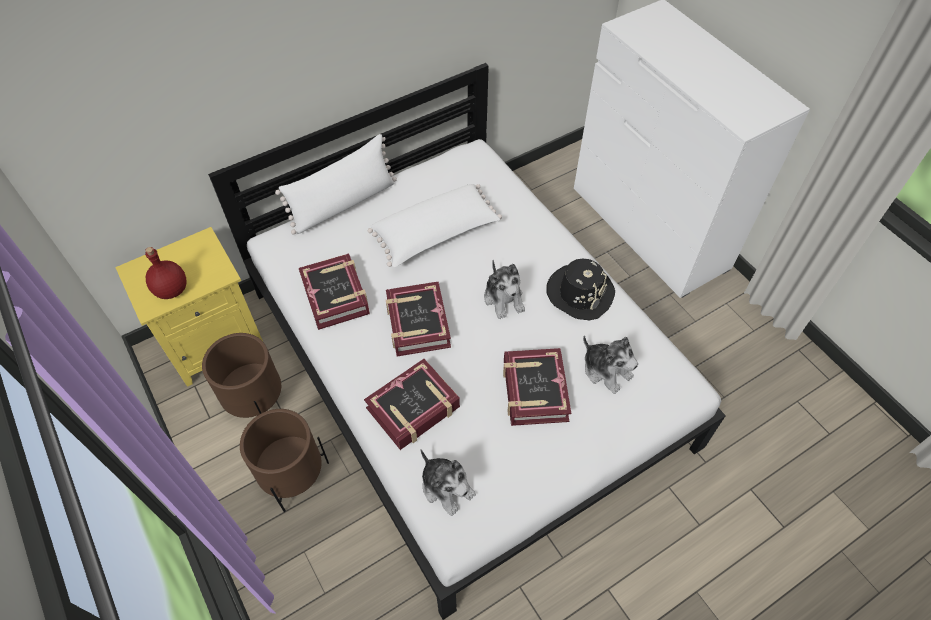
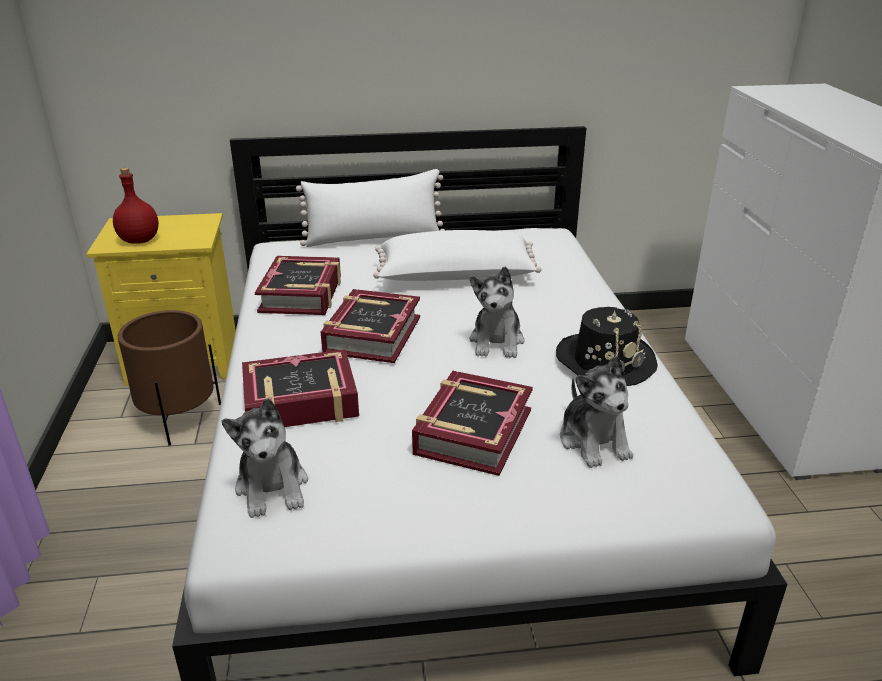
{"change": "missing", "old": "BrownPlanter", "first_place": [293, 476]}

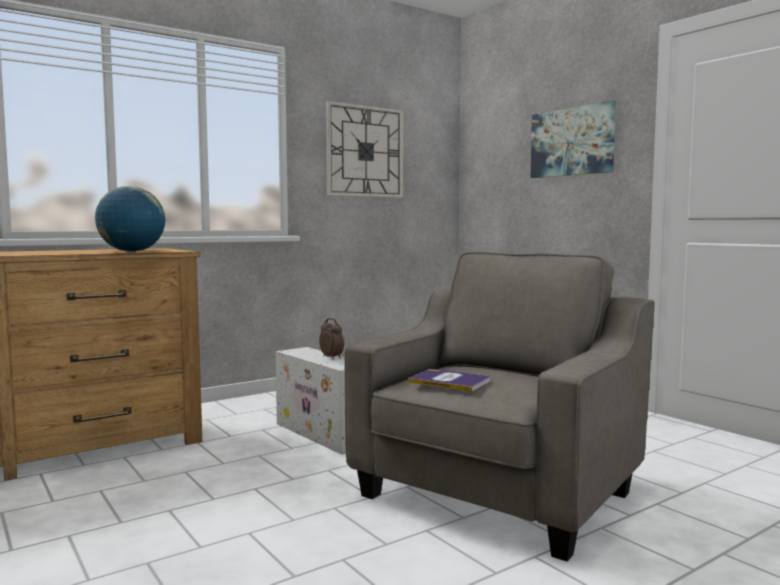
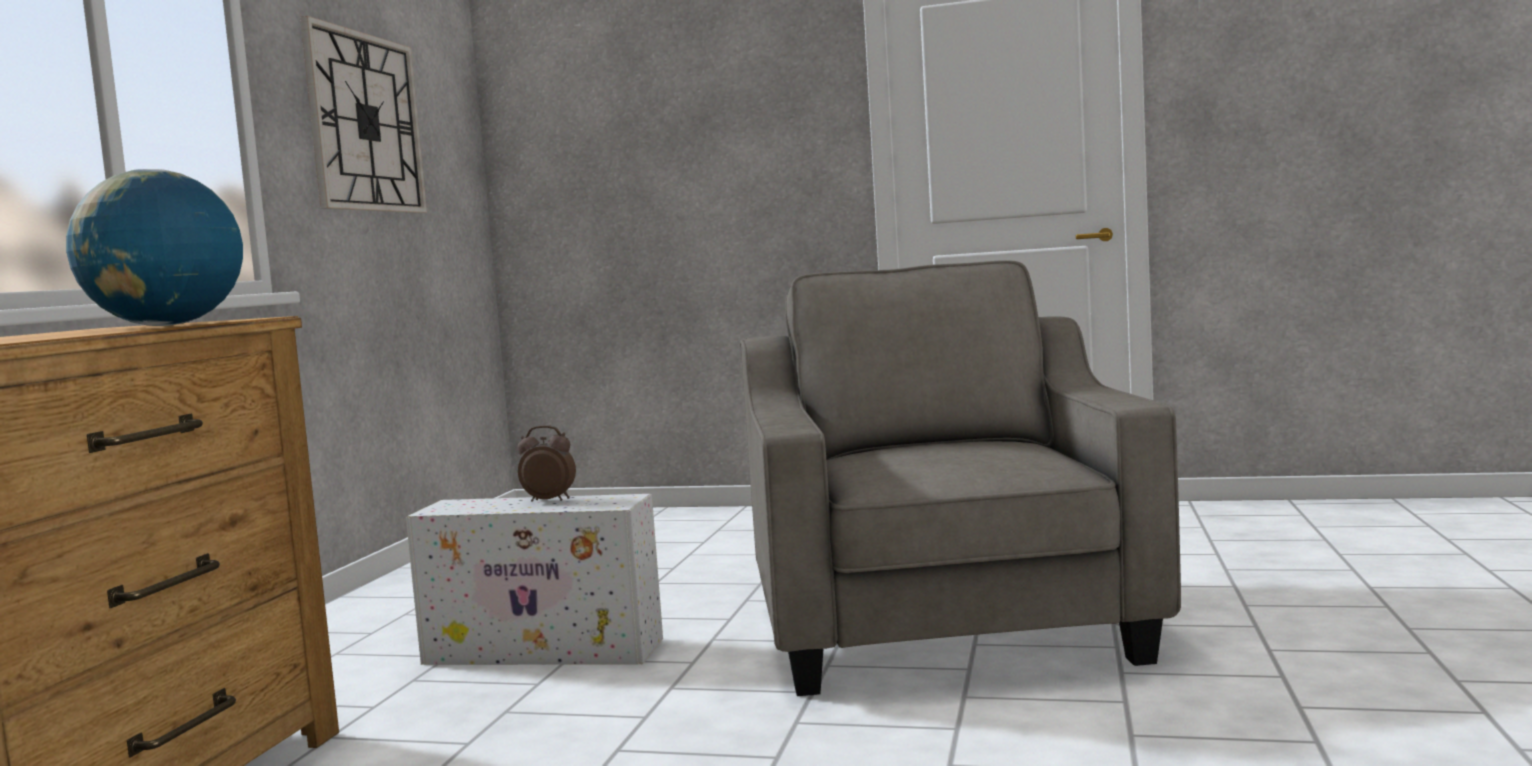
{"change": "missing", "old": "Book", "first_place": [450, 381]}
{"change": "missing", "old": "Picture", "first_place": [572, 142]}

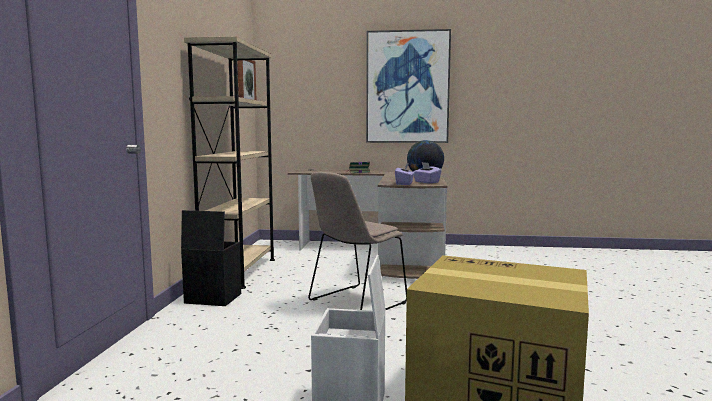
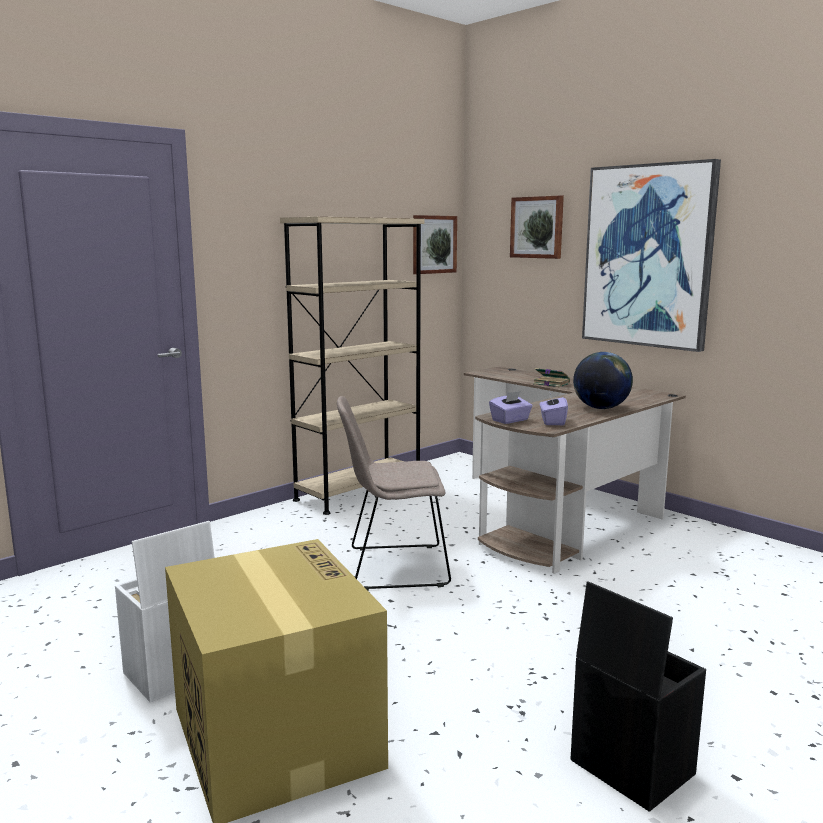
{"change": "appeared", "new": "Picture", "second_place": [537, 227]}
{"change": "relocated", "old": "BlackStorageBox", "first_place": [212, 298], "second_place": [629, 766]}

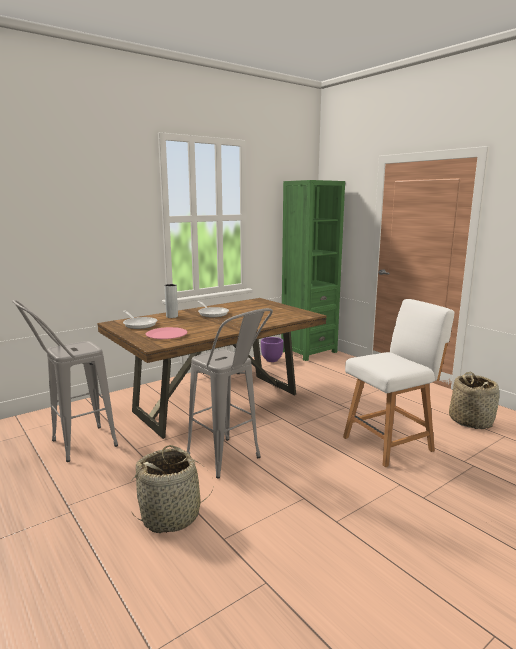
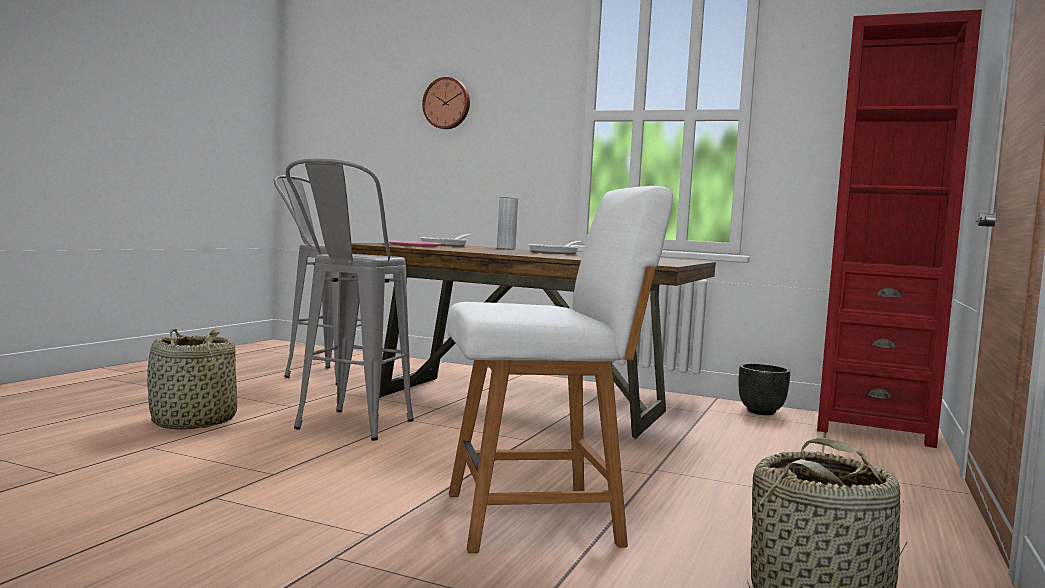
{"change": "appeared", "new": "WallClock", "second_place": [447, 103]}
{"change": "colour", "old": "PurplePlanter", "new": "BlackPlanter", "first_place": [272, 360], "second_place": [761, 412]}
{"change": "colour", "old": "GreenBookcase", "new": "RedBookcase", "first_place": [308, 351], "second_place": [873, 429]}
{"change": "spun", "old": "WhiteChair", "first_place": [390, 443], "second_place": [539, 518], "degrees": -45}

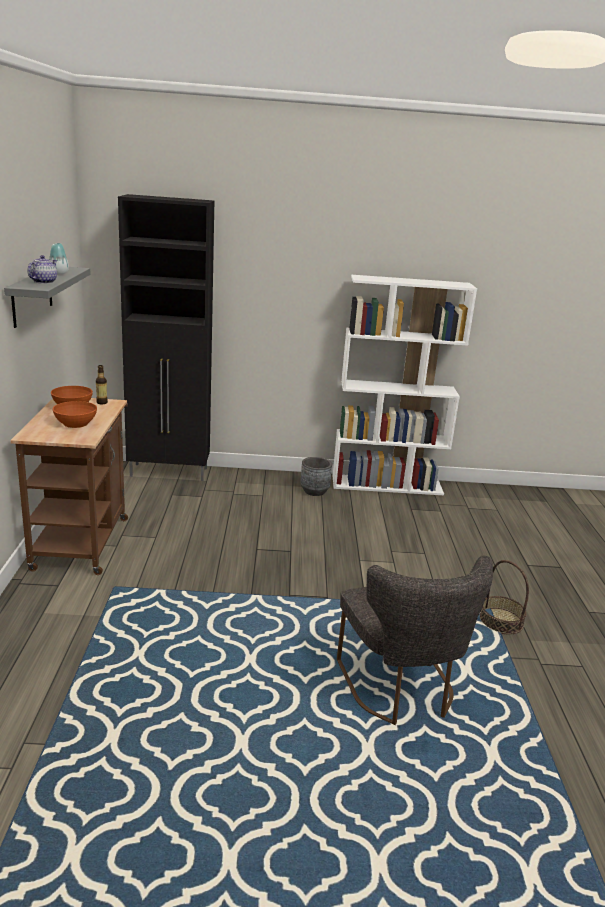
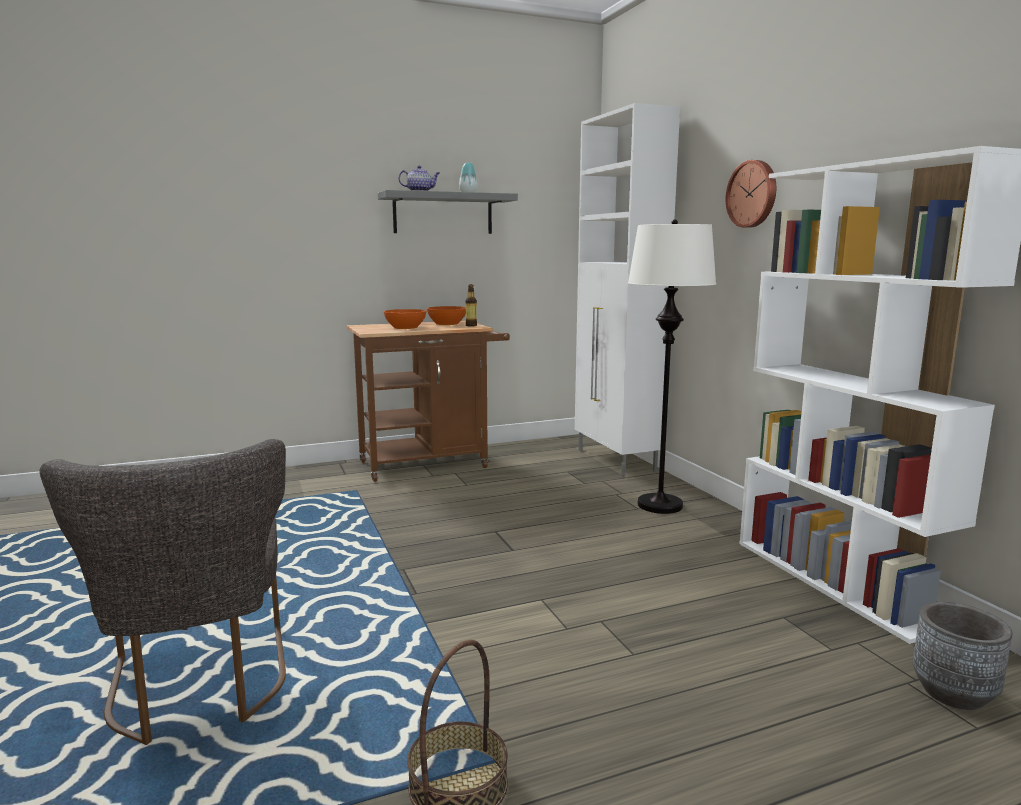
{"change": "appeared", "new": "WhiteFloorLamp", "second_place": [660, 505]}
{"change": "appeared", "new": "WallClock", "second_place": [753, 194]}
{"change": "relocated", "old": "GreyPlanter", "first_place": [314, 491], "second_place": [953, 693]}
{"change": "colour", "old": "BlackCabinet", "new": "WhiteCabinet", "first_place": [170, 472], "second_place": [615, 460]}
{"change": "spun", "old": "GreyChair", "first_place": [401, 690], "second_place": [199, 689], "degrees": -75}

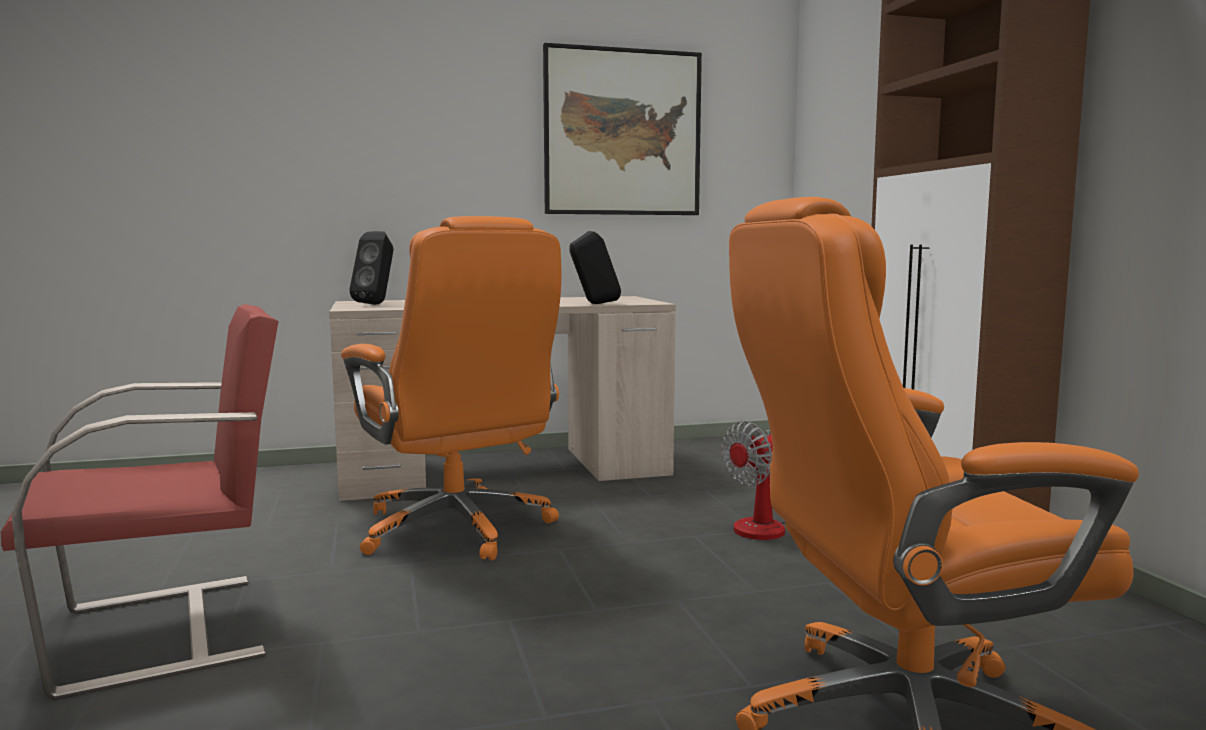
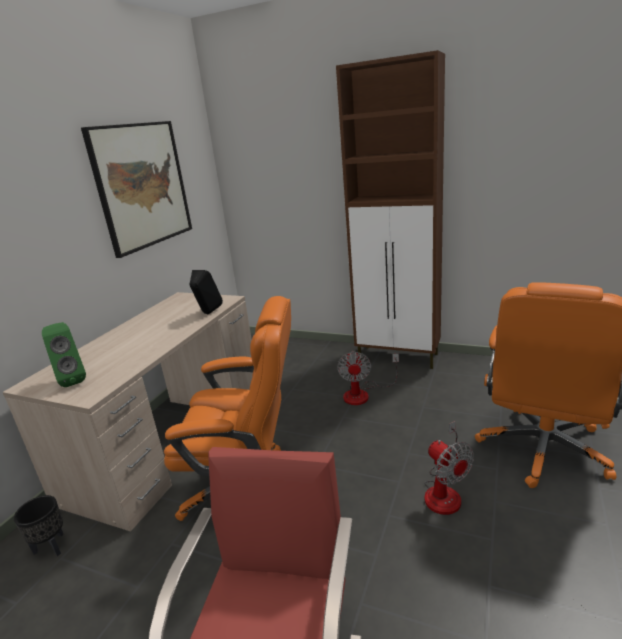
{"change": "appeared", "new": "BlackPlanter", "second_place": [52, 546]}
{"change": "appeared", "new": "Fan", "second_place": [445, 491]}
{"change": "colour", "old": "BlackSpeaker", "new": "GreenSpeaker", "first_place": [376, 304], "second_place": [72, 380]}

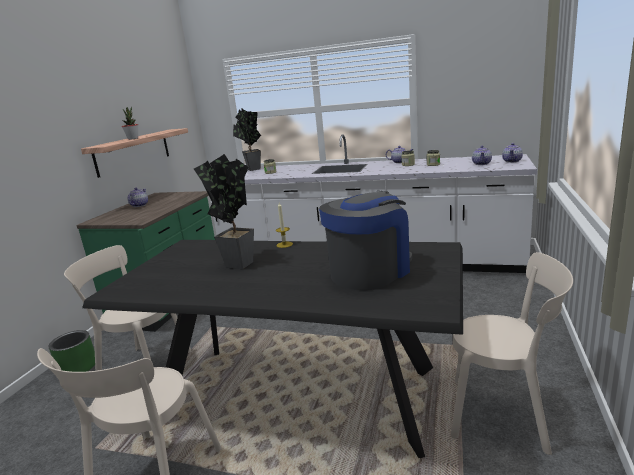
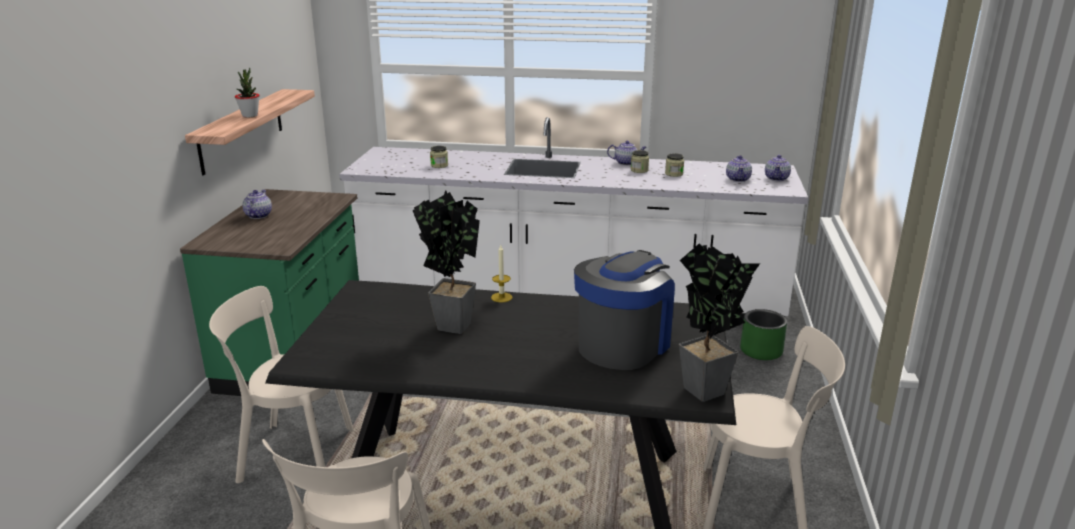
{"change": "relocated", "old": "GreenPlanter", "first_place": [78, 367], "second_place": [760, 351]}
{"change": "relocated", "old": "PottedPlant", "first_place": [253, 169], "second_place": [705, 394]}

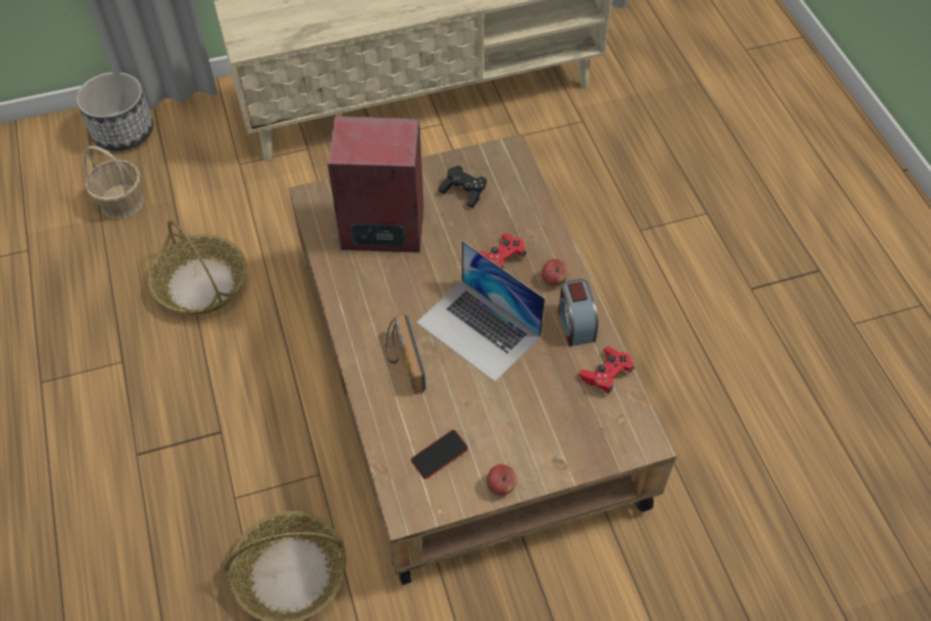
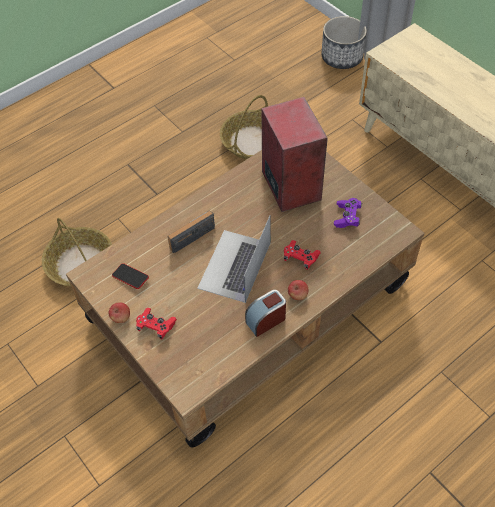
{"change": "missing", "old": "Basket", "first_place": [122, 202]}
{"change": "relocated", "old": "RedGameController", "first_place": [606, 374], "second_place": [156, 326]}
{"change": "colour", "old": "BlackGameController", "new": "PurpleGameController", "first_place": [463, 192], "second_place": [347, 217]}

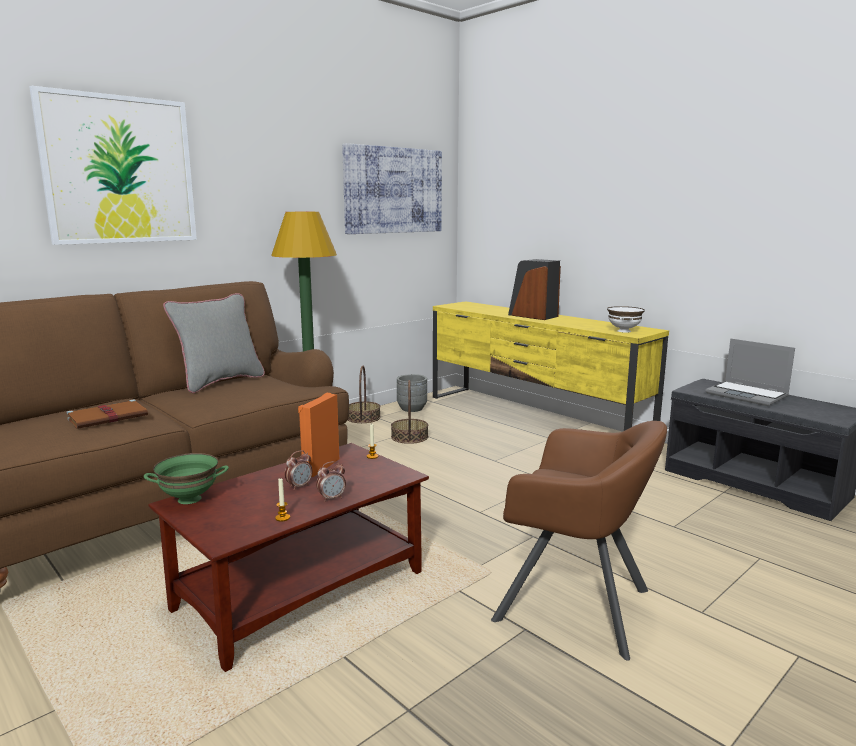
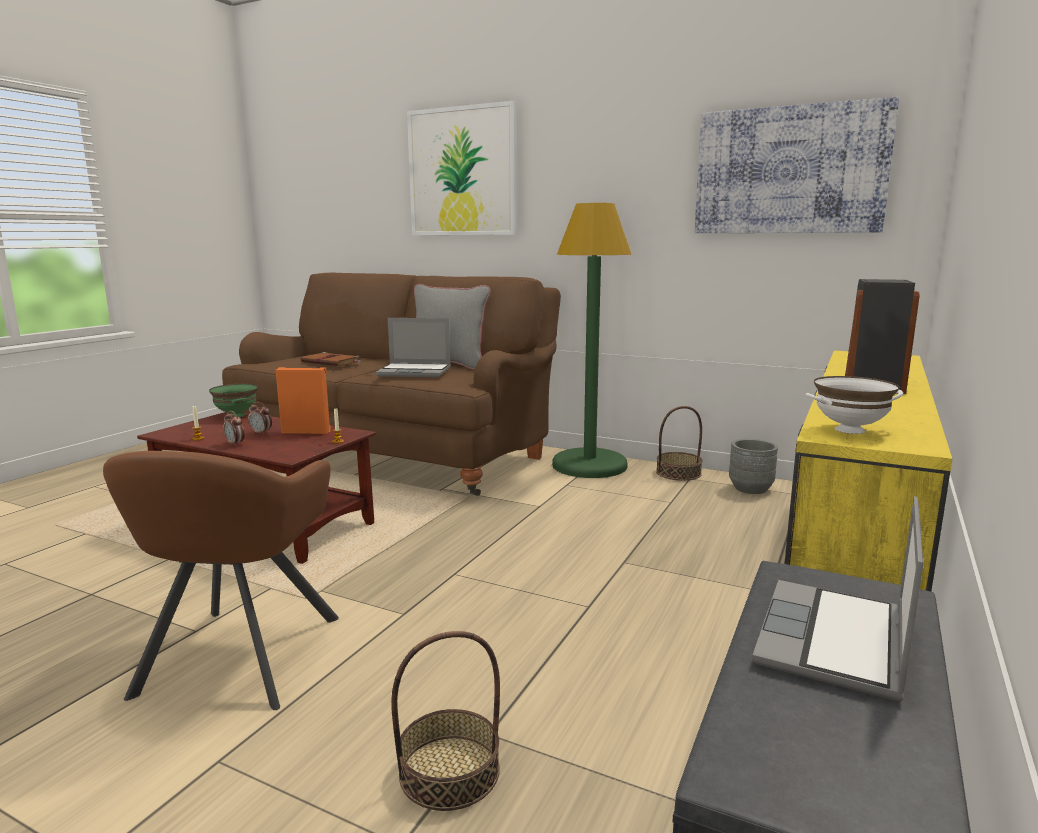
{"change": "appeared", "new": "Laptop", "second_place": [415, 372]}
{"change": "relocated", "old": "Basket", "first_place": [409, 437], "second_place": [449, 772]}

